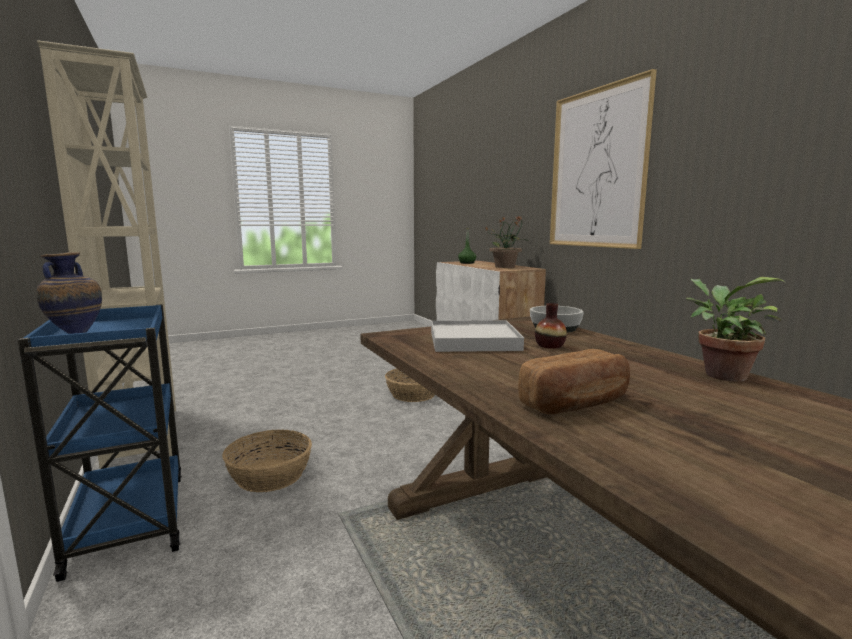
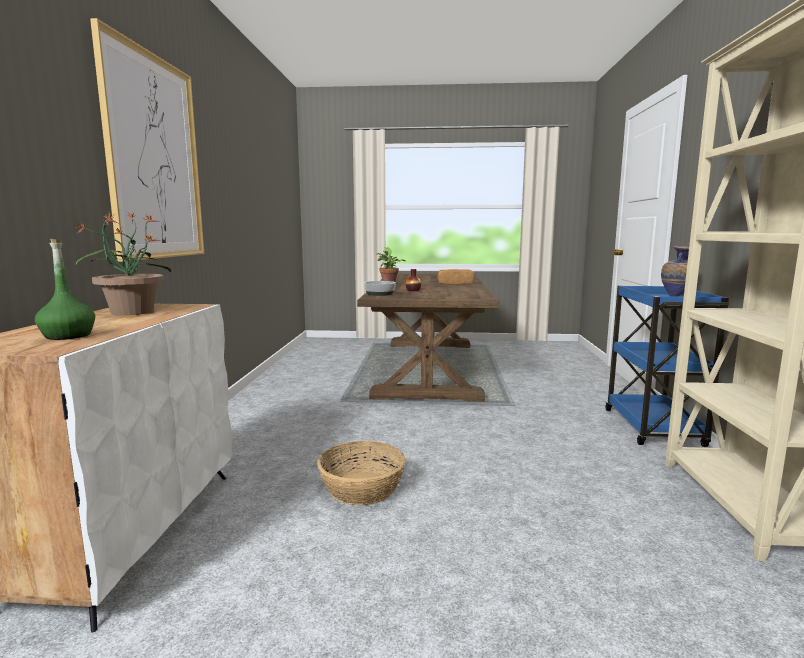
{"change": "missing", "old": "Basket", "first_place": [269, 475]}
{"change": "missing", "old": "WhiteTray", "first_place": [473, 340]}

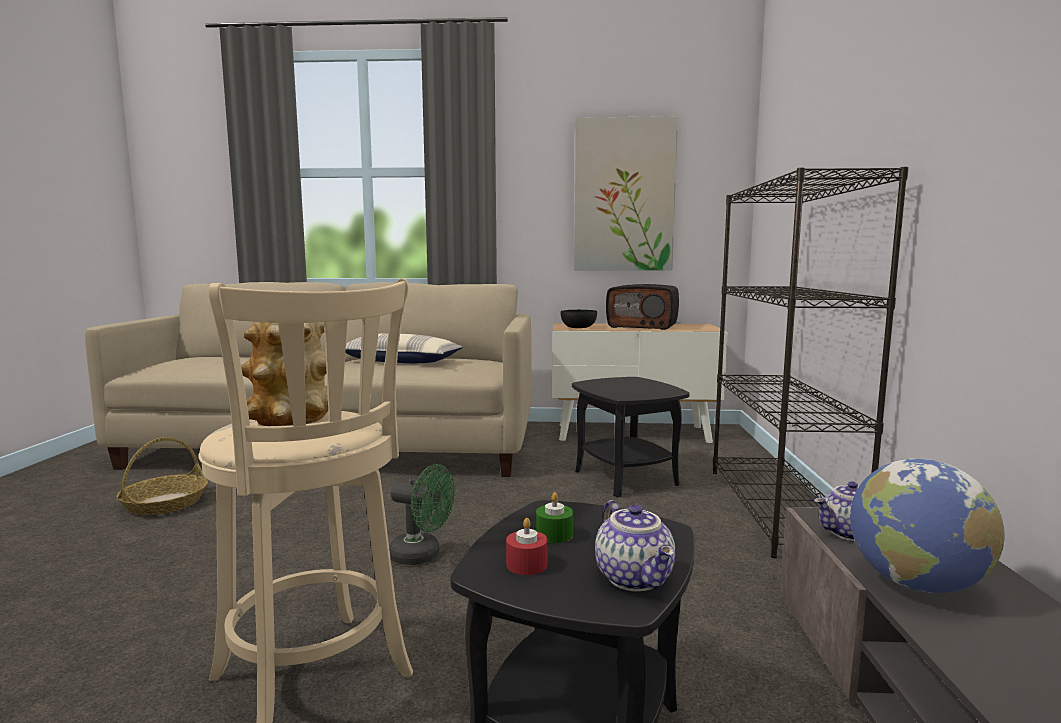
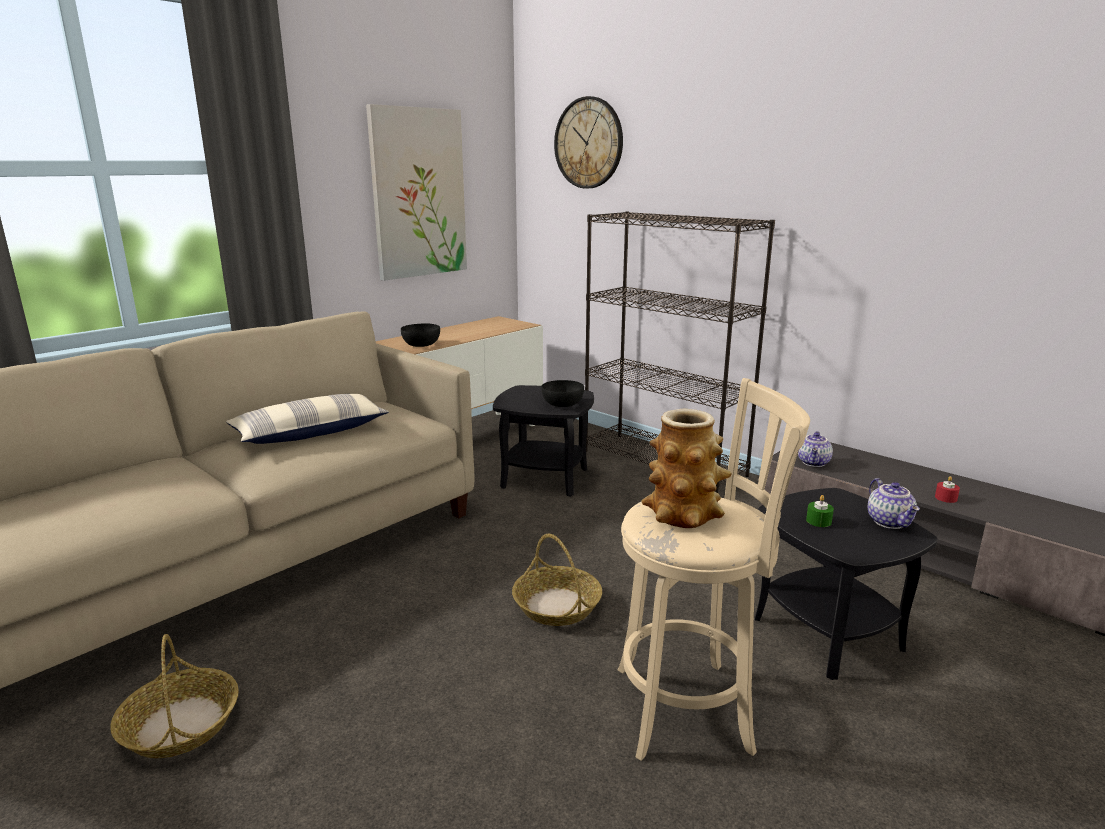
{"change": "missing", "old": "Radio", "first_place": [643, 326]}
{"change": "missing", "old": "Globe", "first_place": [915, 584]}
{"change": "appeared", "new": "BlackBowl", "second_place": [562, 404]}
{"change": "appeared", "new": "WallClock", "second_place": [588, 143]}
{"change": "relocated", "old": "RedCandle", "first_place": [526, 564], "second_place": [946, 498]}
{"change": "exchanged", "old": "GreenFan", "new": "Basket", "first_place": [422, 555], "second_place": [556, 605]}
{"change": "spun", "old": "Teapot", "first_place": [636, 578], "second_place": [890, 522], "degrees": 60}

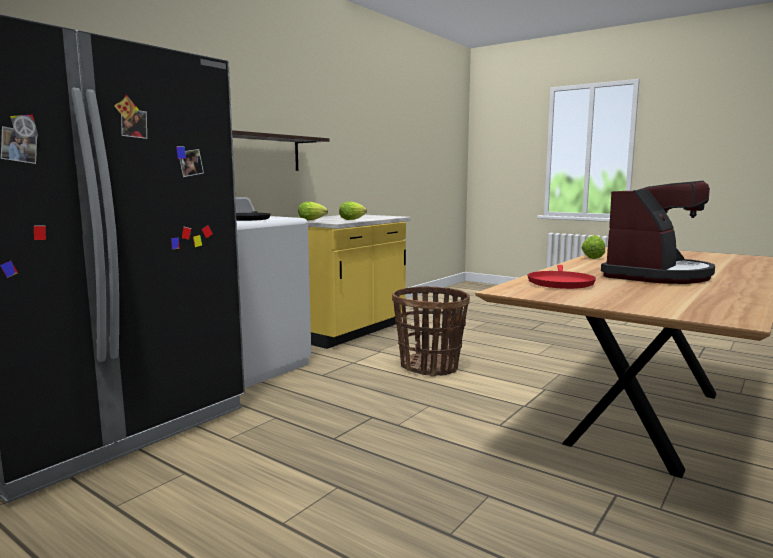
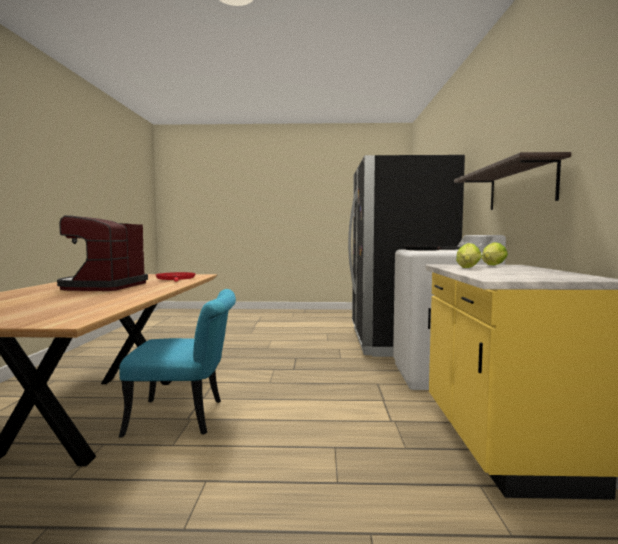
{"change": "missing", "old": "Basket", "first_place": [429, 367]}
{"change": "missing", "old": "Lettuce", "first_place": [592, 258]}
{"change": "appeared", "new": "TurquoiseChair", "second_place": [187, 417]}

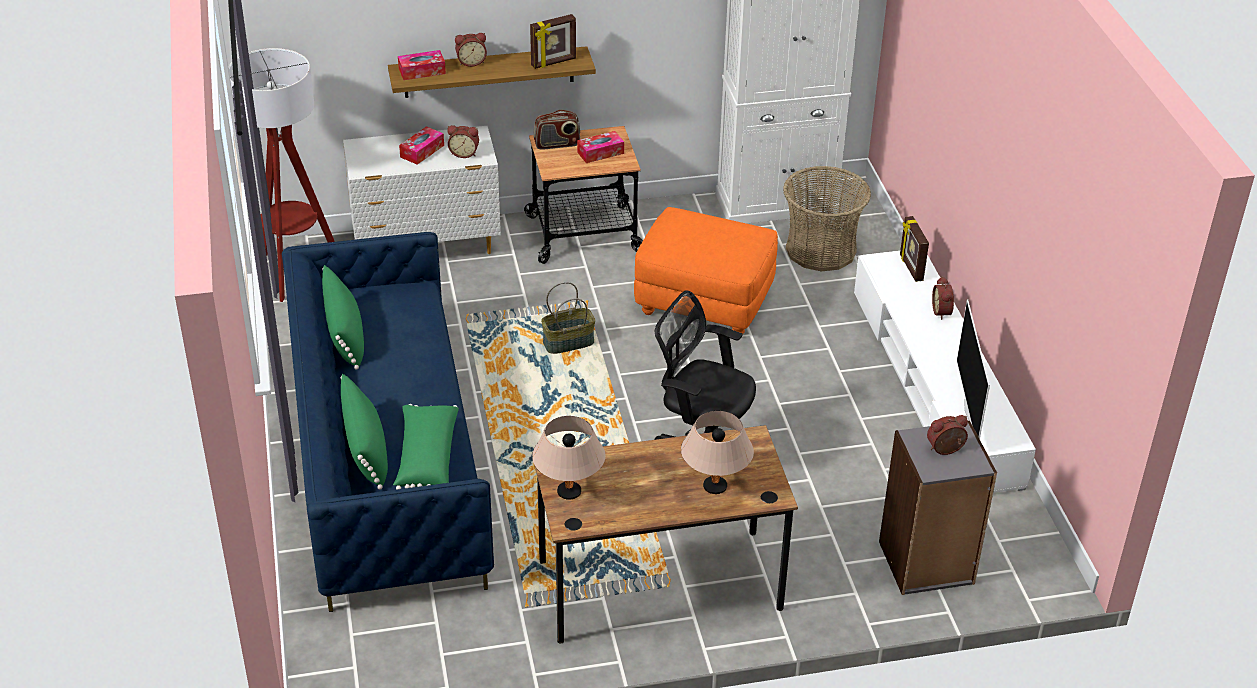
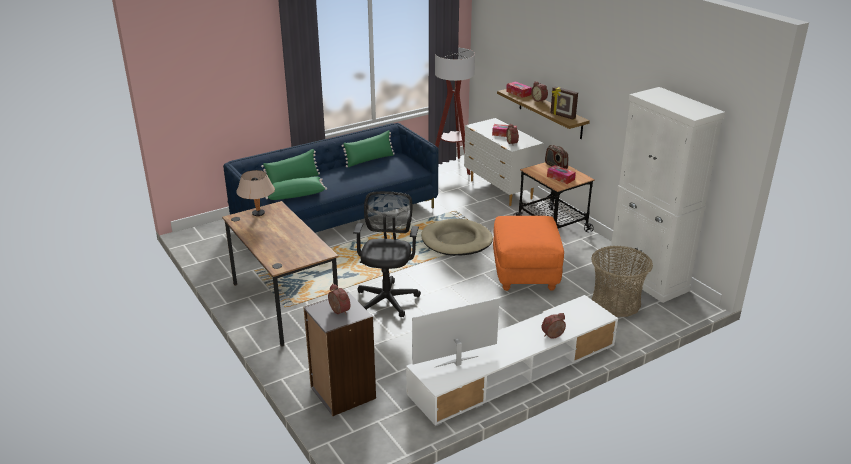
{"change": "missing", "old": "BeigeTableLamp", "first_place": [715, 486]}
{"change": "missing", "old": "PictureFrame", "first_place": [910, 268]}
{"change": "exchanged", "old": "Basket", "new": "BeigeDogBed", "first_place": [568, 342], "second_place": [456, 241]}

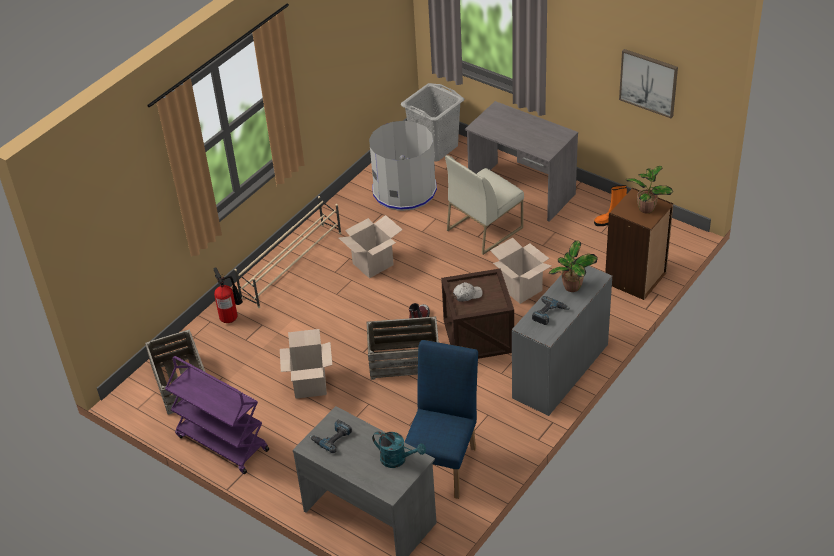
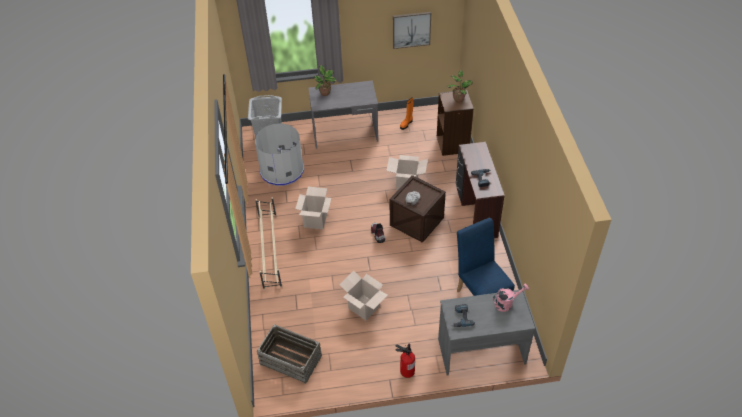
{"change": "missing", "old": "PurpleCart", "first_place": [221, 443]}
{"change": "missing", "old": "Crate", "first_place": [404, 359]}
{"change": "missing", "old": "WhiteChair", "first_place": [484, 228]}
{"change": "relocated", "old": "FireExtinguisher", "first_place": [231, 317], "second_place": [407, 370]}
{"change": "relocated", "old": "PottedPlant", "first_place": [572, 287], "second_place": [325, 93]}
{"change": "colour", "old": "TurquoiseWateringCan", "new": "PinkWateringCan", "first_place": [398, 459], "second_place": [506, 303]}
{"change": "colour", "old": "GreyDesk", "new": "BrownDesk", "first_place": [559, 371], "second_place": [475, 212]}

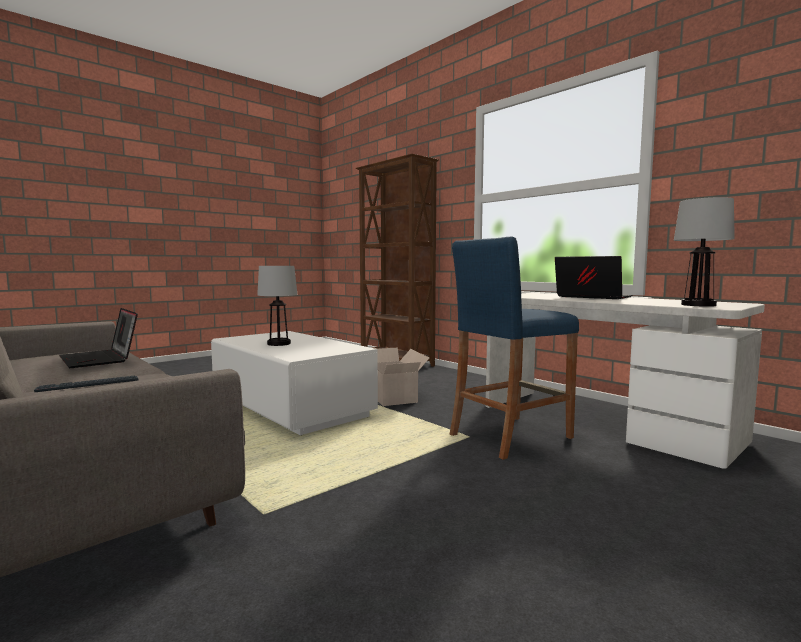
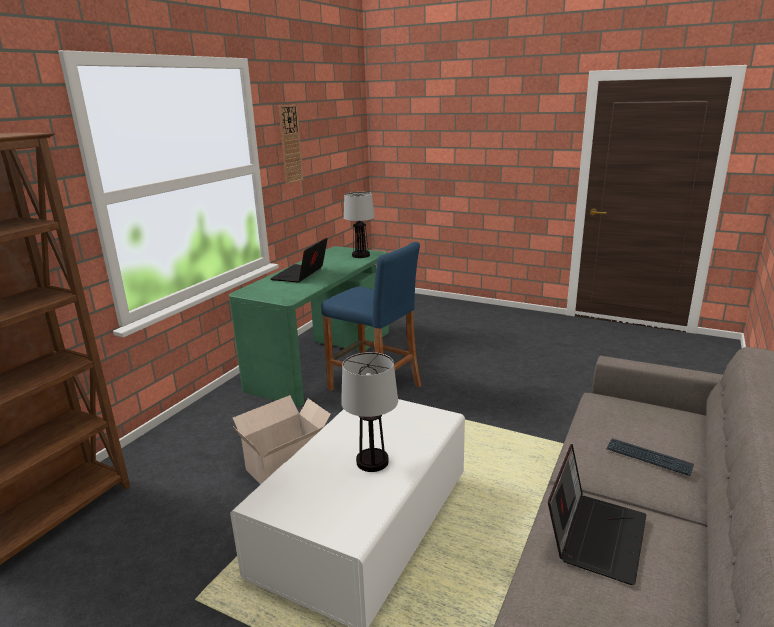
{"change": "appeared", "new": "WallClock", "second_place": [290, 144]}
{"change": "colour", "old": "WhiteDesk", "new": "GreenDesk", "first_place": [603, 422], "second_place": [322, 359]}

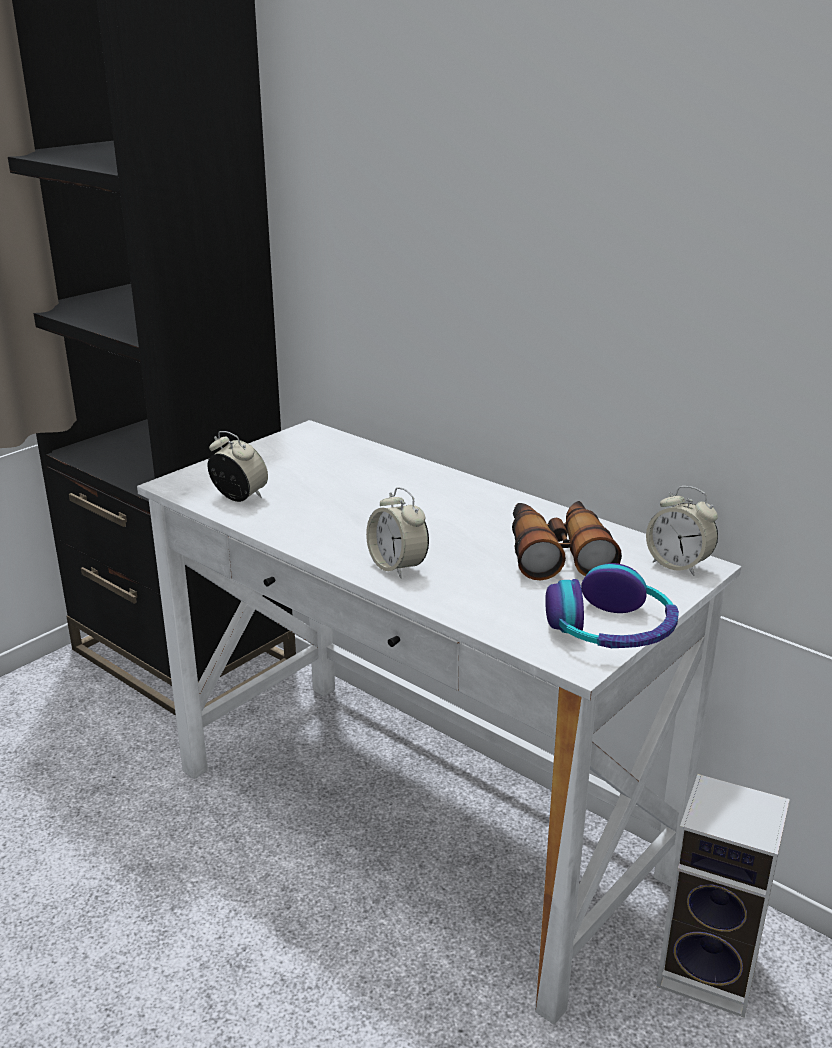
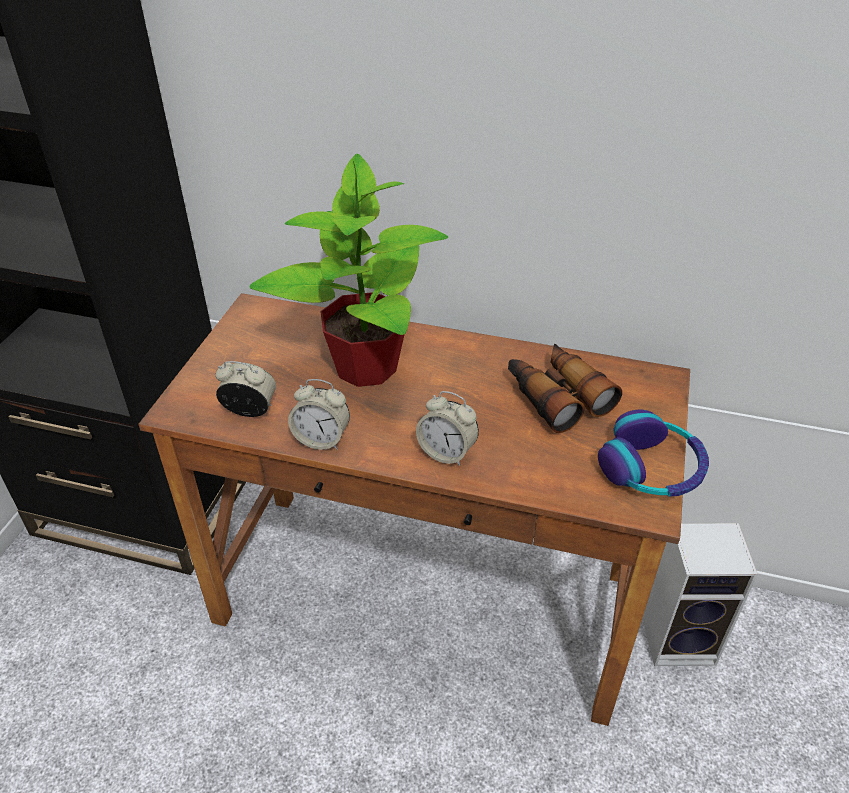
{"change": "appeared", "new": "PottedPlant", "second_place": [365, 366]}
{"change": "relocated", "old": "AlarmClock", "first_place": [678, 565], "second_place": [322, 439]}
{"change": "colour", "old": "WhiteDesk", "new": "BrownDesk", "first_place": [418, 820], "second_place": [425, 596]}

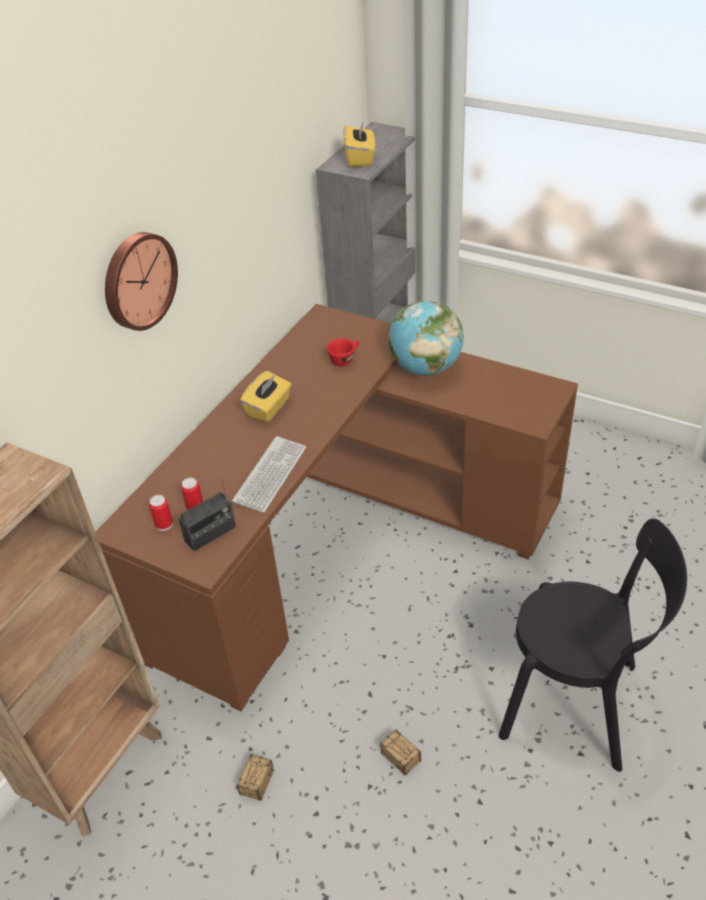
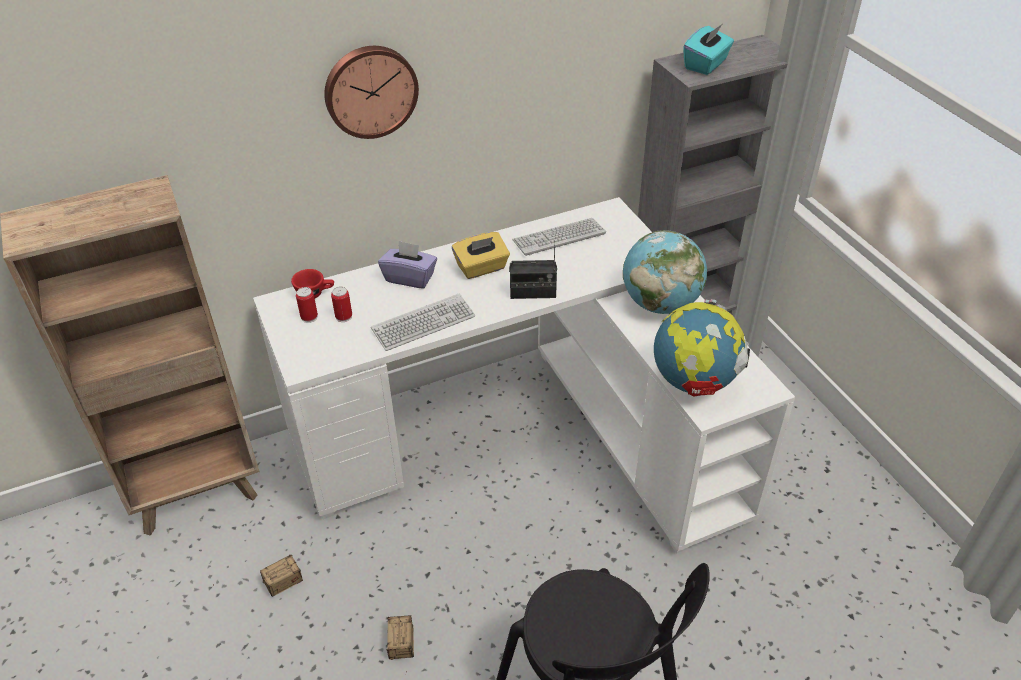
{"change": "appeared", "new": "PurpleTissueBox", "second_place": [410, 278]}
{"change": "appeared", "new": "Keyboard", "second_place": [559, 237]}
{"change": "appeared", "new": "Globe", "second_place": [694, 382]}
{"change": "relocated", "old": "Radio", "first_place": [210, 534], "second_place": [532, 293]}
{"change": "relocated", "old": "RedCup", "first_place": [345, 359], "second_place": [315, 293]}
{"change": "colour", "old": "BrownDesk", "new": "WhiteDesk", "first_place": [341, 540], "second_place": [528, 432]}
{"change": "colour", "old": "YellowTissueBox", "new": "TurquoiseTissueBox", "first_place": [360, 158], "second_place": [706, 65]}

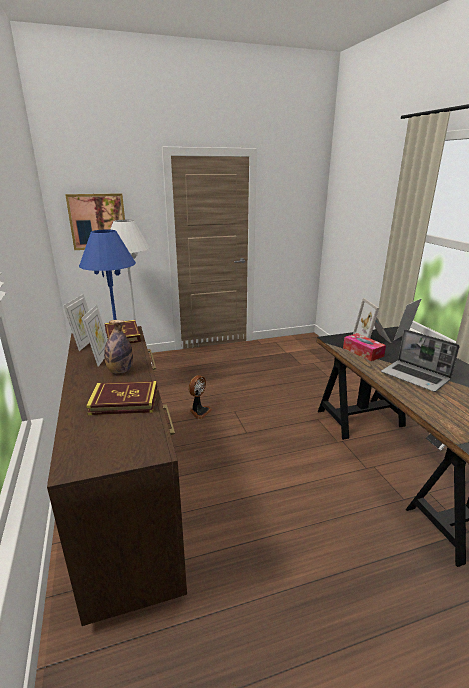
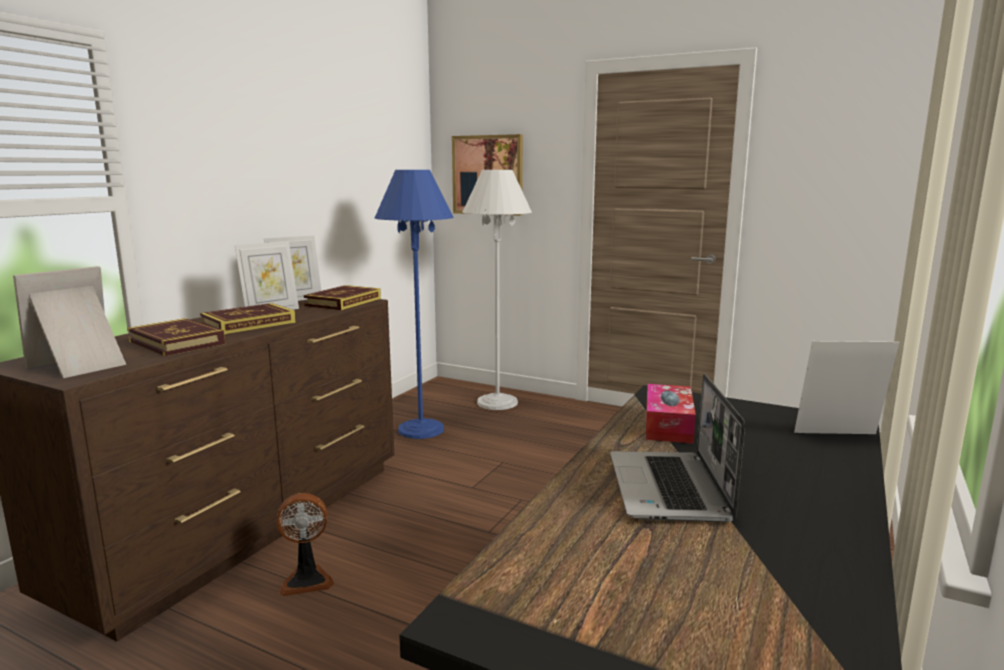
{"change": "relocated", "old": "Fan", "first_place": [199, 411], "second_place": [307, 580]}
{"change": "relocated", "old": "PictureFrame", "first_place": [373, 339], "second_place": [81, 365]}
{"change": "exchanged", "old": "Bottle", "new": "Book", "first_place": [120, 371], "second_place": [249, 324]}

